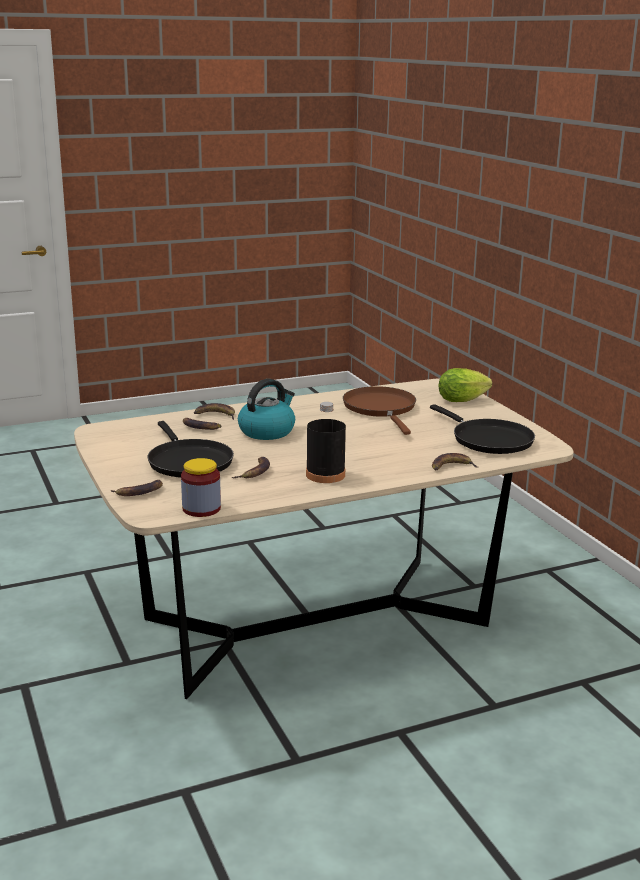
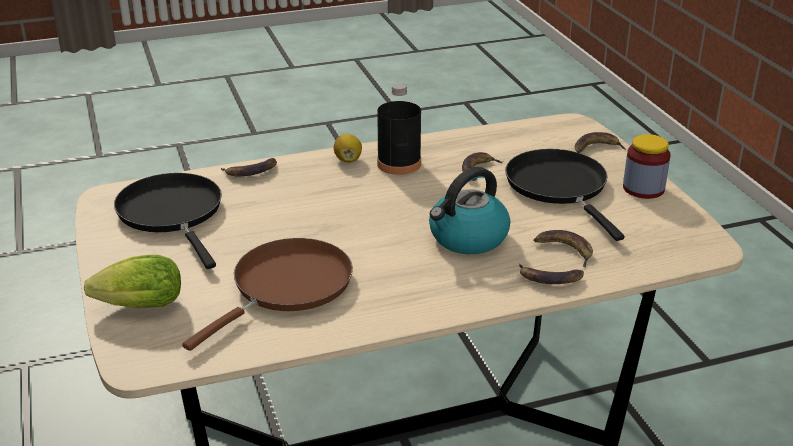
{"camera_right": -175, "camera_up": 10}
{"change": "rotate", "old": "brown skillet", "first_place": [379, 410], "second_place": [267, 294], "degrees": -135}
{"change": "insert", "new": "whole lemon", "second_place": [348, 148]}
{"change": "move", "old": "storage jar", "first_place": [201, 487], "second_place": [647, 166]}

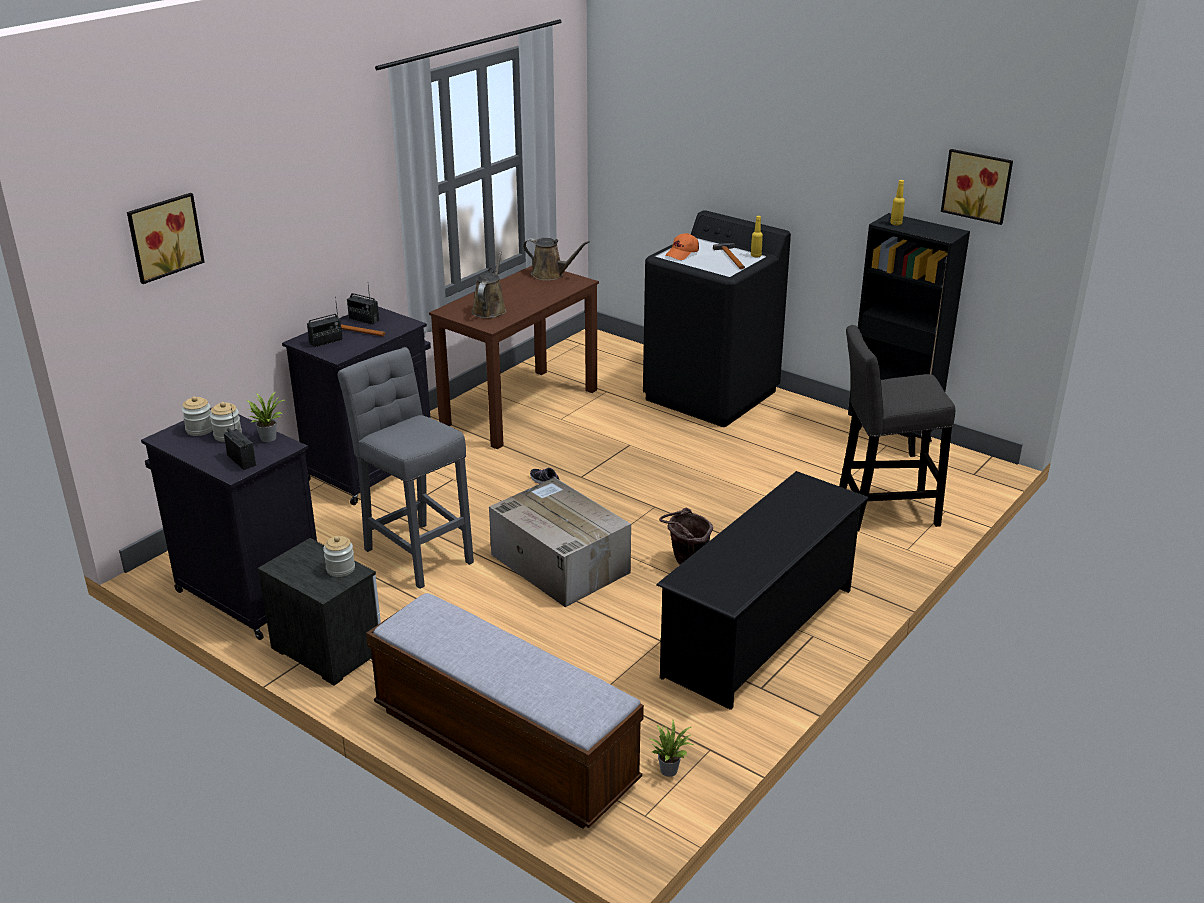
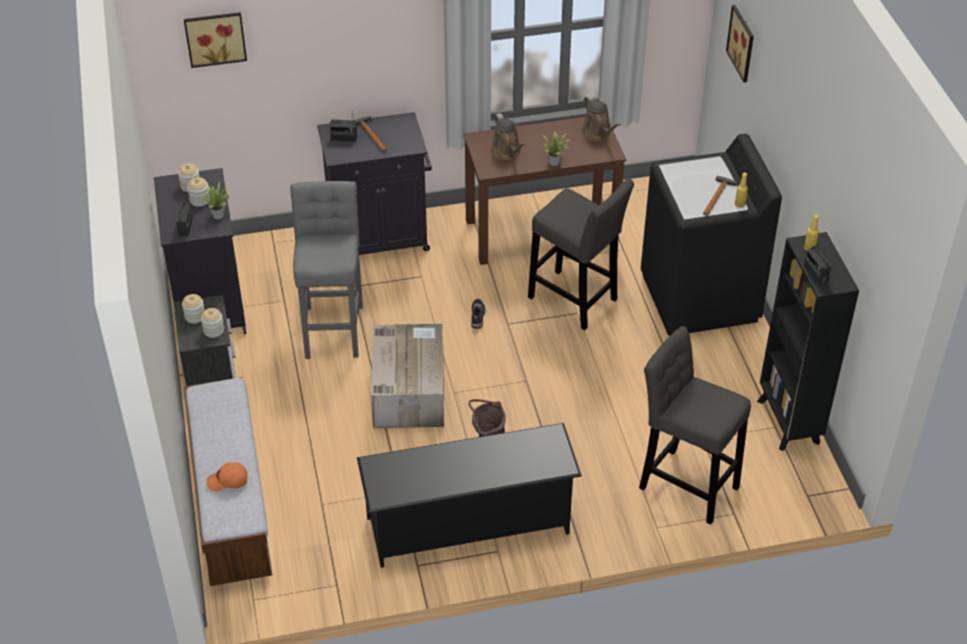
{"camera_right": 40, "camera_up": 15}
{"change": "insert", "new": "storage jar", "second_place": [193, 309]}
{"change": "move", "old": "orange cap", "first_place": [682, 246], "second_place": [226, 477]}
{"change": "rotate", "old": "brown watering can", "first_place": [489, 285], "second_place": [508, 136], "degrees": 105}
{"change": "insert", "new": "gray stool seat", "second_place": [581, 254]}
{"change": "move", "old": "plant in a pot", "first_place": [671, 748], "second_place": [556, 149]}
{"change": "move", "old": "picture", "first_place": [977, 187], "second_place": [740, 43]}
{"change": "move", "old": "radio set", "first_place": [363, 305], "second_place": [817, 265]}

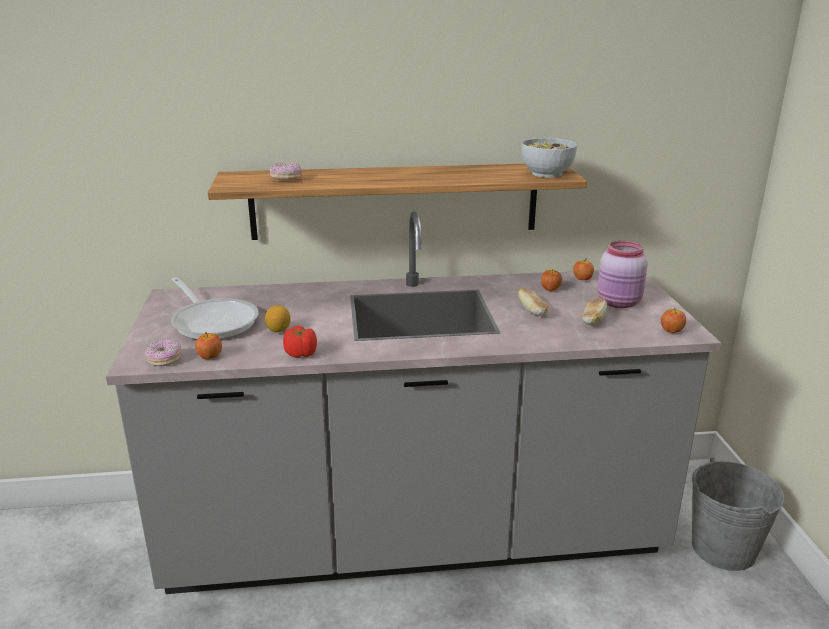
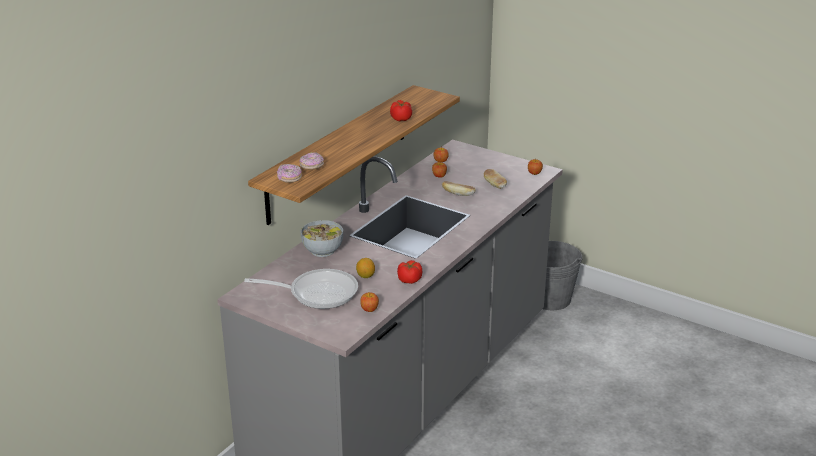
{"camera_right": -50, "camera_up": 5}
{"change": "move", "old": "doughnut", "first_place": [163, 352], "second_place": [289, 173]}
{"change": "move", "old": "deep dish", "first_place": [549, 158], "second_place": [322, 238]}
{"change": "insert", "new": "fresh tomato", "second_place": [401, 110]}
{"change": "delete", "old": "pink-coloured storage jar", "first_place": [622, 274]}

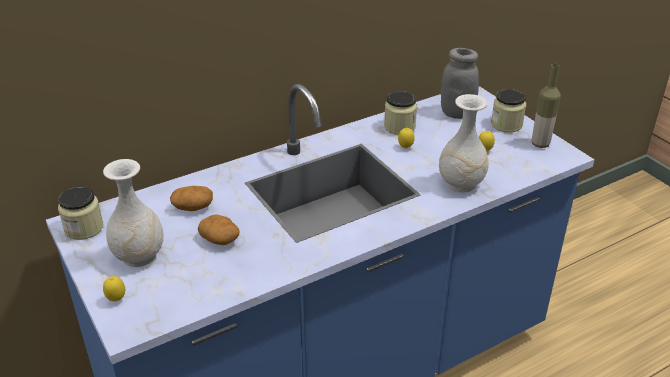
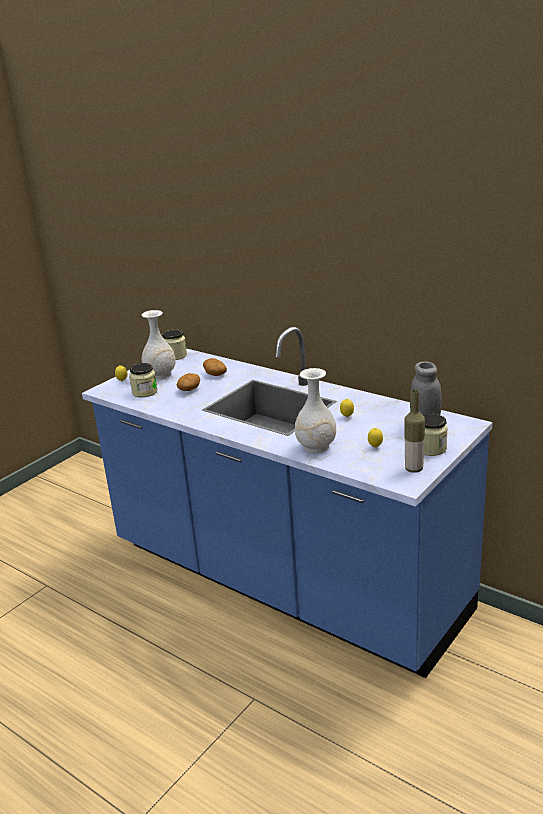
{"camera_right": 70, "camera_up": -10}
{"change": "move", "old": "storage jar", "first_place": [400, 113], "second_place": [143, 380]}

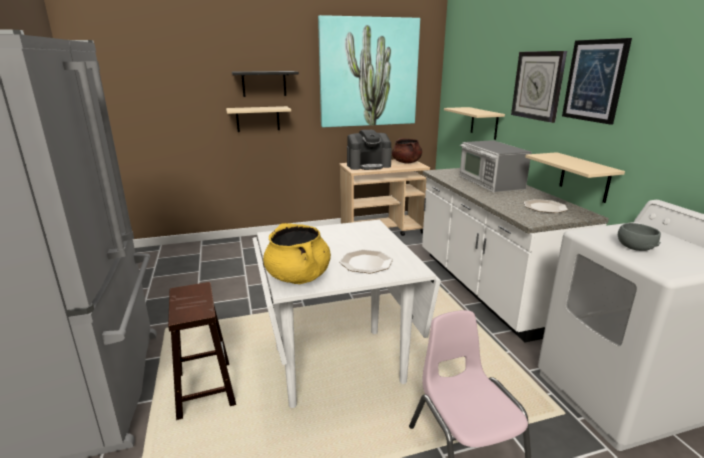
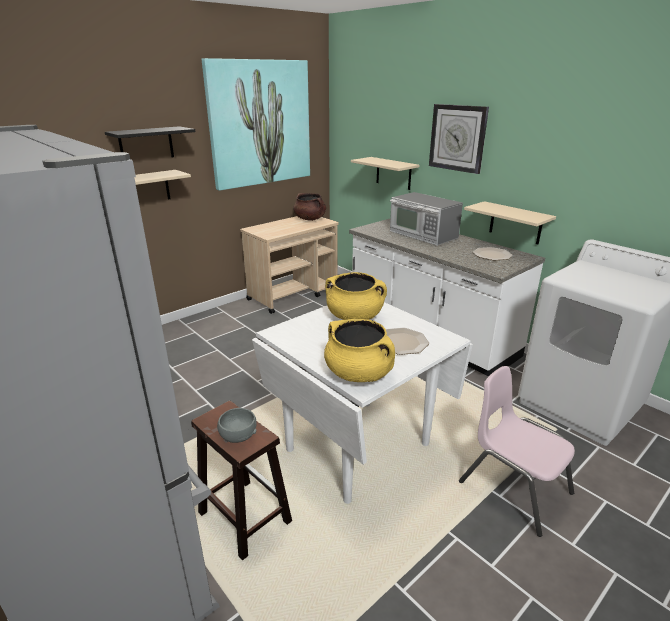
{"camera_right": -25, "camera_up": 5}
{"change": "move", "old": "gray deep dish", "first_place": [639, 237], "second_place": [237, 425]}
{"change": "insert", "new": "yellow-coloured stockpot", "second_place": [356, 296]}
{"change": "delete", "old": "coffee brewer", "first_place": [369, 150]}
{"change": "delete", "old": "picture", "first_place": [597, 81]}

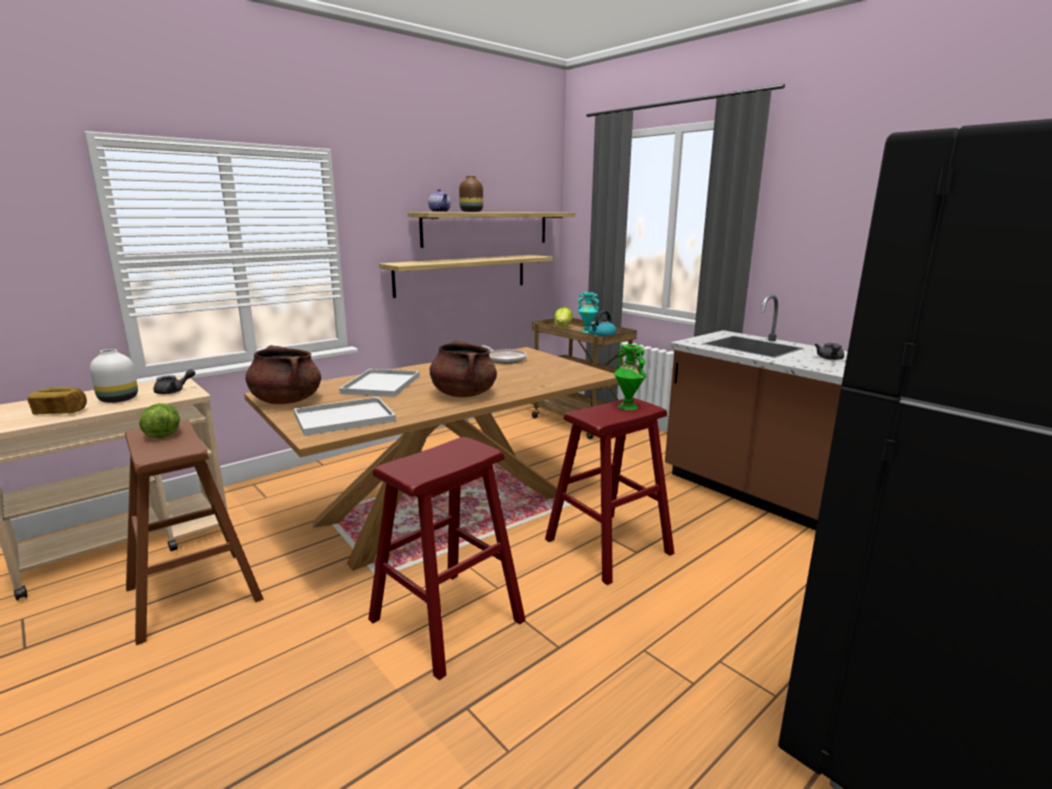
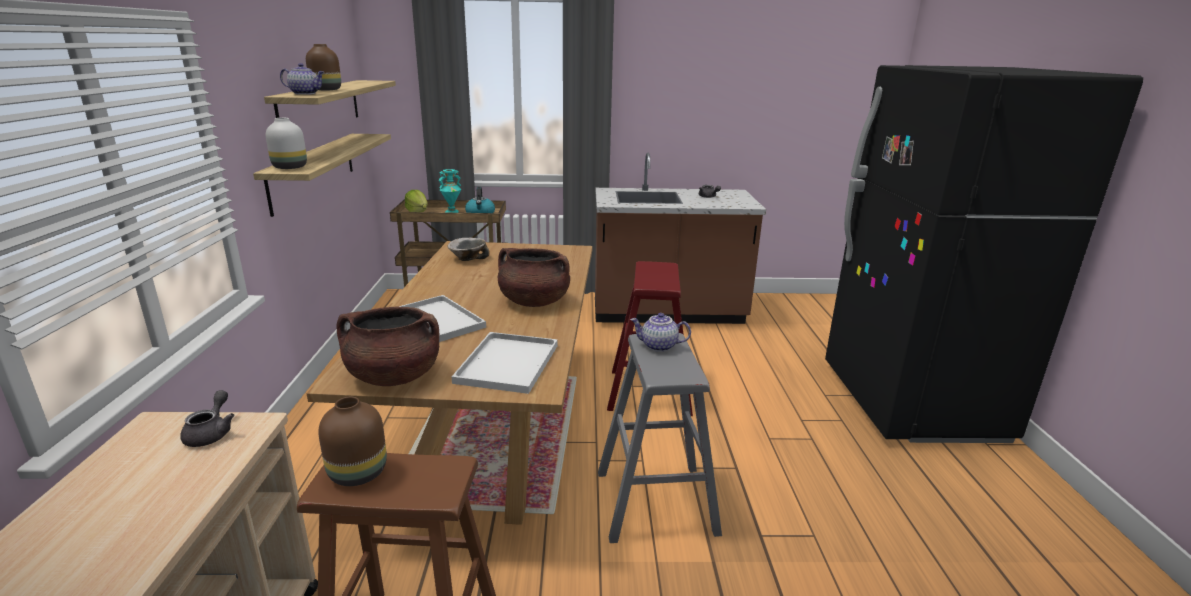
{"camera_right": -50, "camera_up": 5}
{"change": "move", "old": "white-coloured decorative vase", "first_place": [114, 376], "second_place": [286, 143]}
{"change": "replace", "old": "head of lettuce", "new": "brown decorative vase", "first_place": [159, 420], "second_place": [352, 441]}
{"change": "replace", "old": "skillet", "new": "deep dish", "first_place": [504, 354], "second_place": [468, 249]}
{"change": "recolor", "old": "reddish stool seat", "new": "gray stool seat", "first_place": [447, 558], "second_place": [660, 438]}
{"change": "insert", "new": "tea pot", "second_place": [660, 332]}
{"change": "delete", "old": "baked bread", "first_place": [57, 401]}
{"change": "delete", "old": "green-coloured decorative vase", "first_place": [630, 377]}

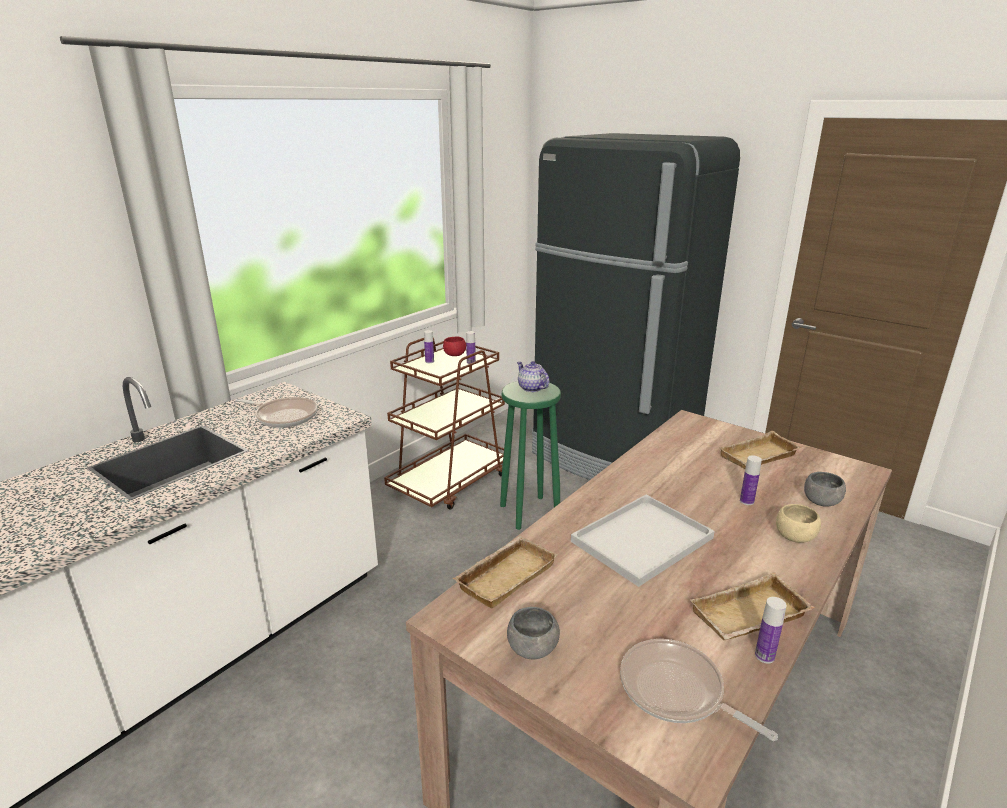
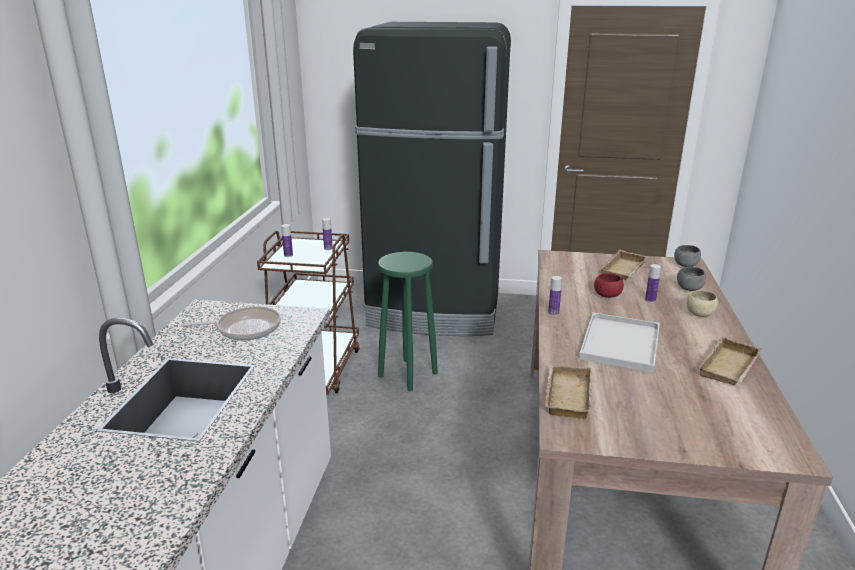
{"camera_right": -30, "camera_up": 0}
{"change": "move", "old": "beverage bottle", "first_place": [771, 630], "second_place": [555, 296]}
{"change": "move", "old": "reddish deep dish", "first_place": [454, 346], "second_place": [609, 285]}
{"change": "move", "old": "gray deep dish", "first_place": [533, 633], "second_place": [687, 256]}
{"change": "delete", "old": "tea pot", "first_place": [533, 376]}
{"change": "delete", "old": "skillet", "first_place": [699, 690]}

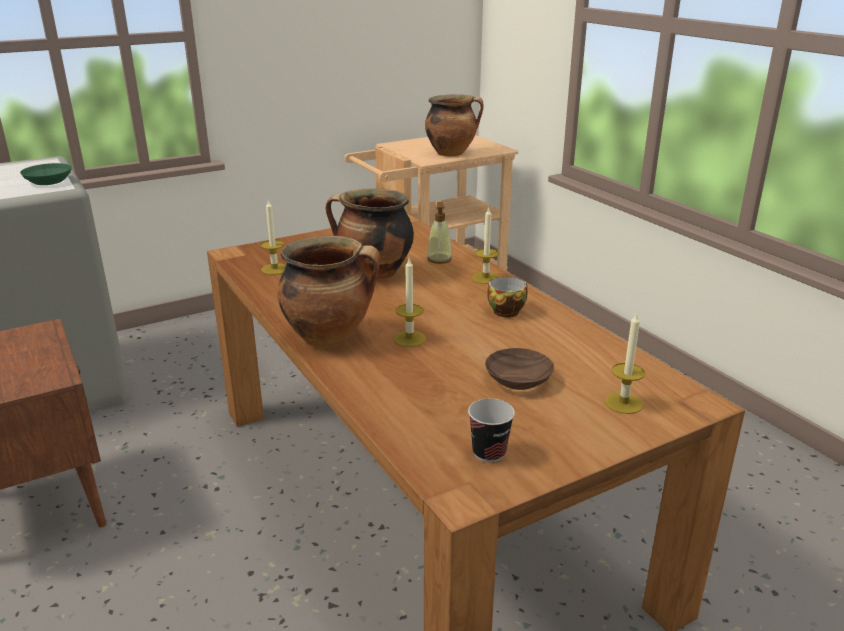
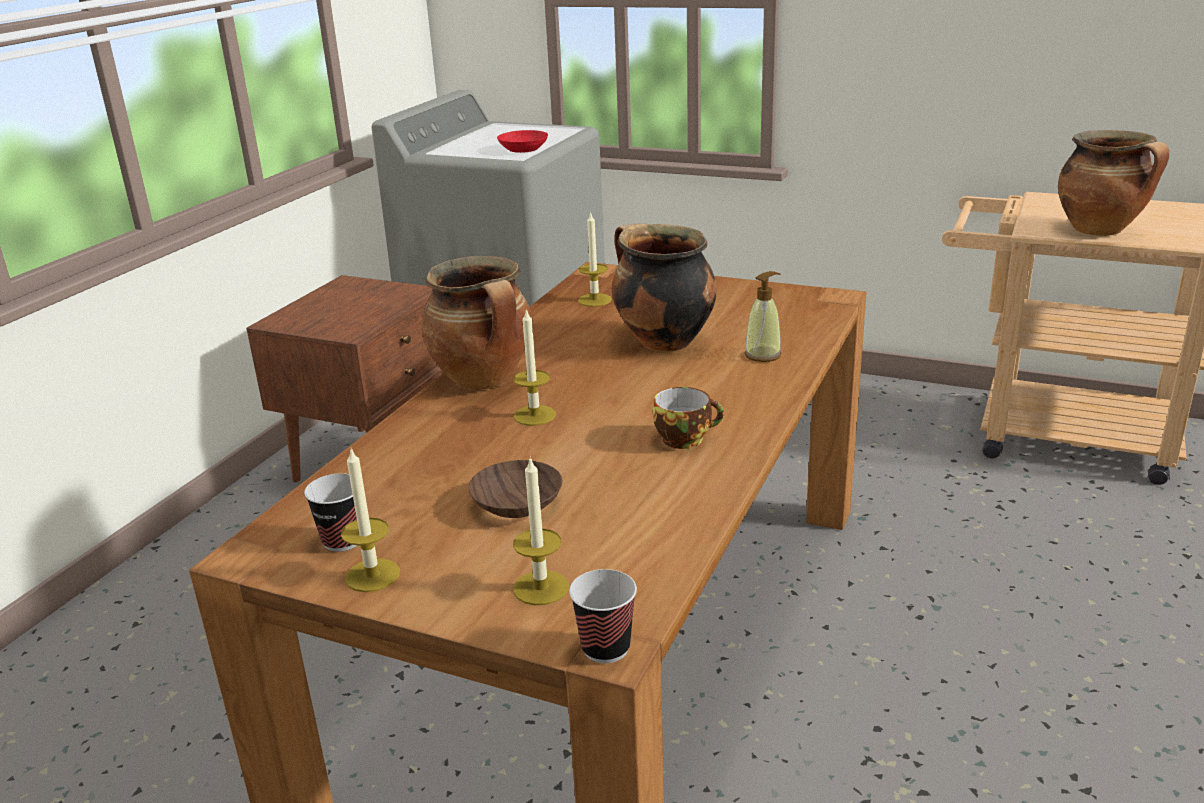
{"camera_right": 55, "camera_up": 0}
{"change": "move", "old": "wax candle", "first_place": [485, 245], "second_place": [370, 520]}
{"change": "recolor", "old": "green-coloured deep dish", "new": "reddish deep dish", "first_place": [46, 174], "second_place": [522, 141]}
{"change": "insert", "new": "drinking cup", "second_place": [603, 616]}

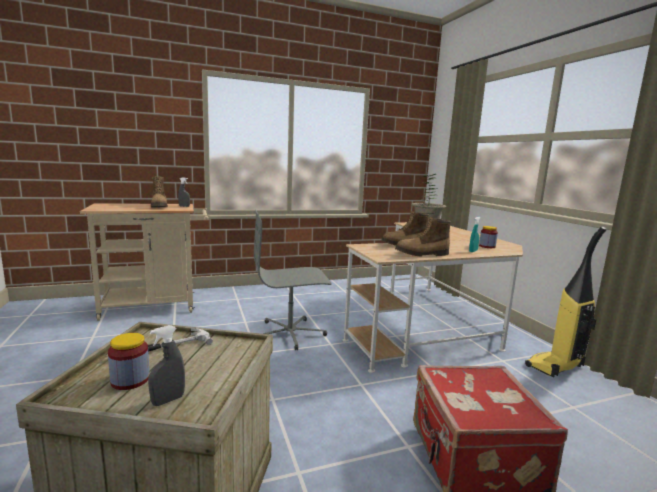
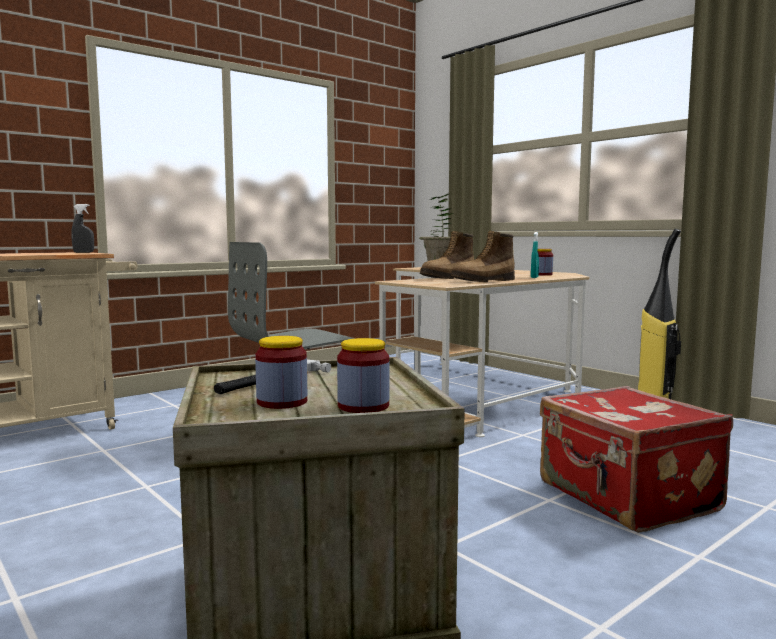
{"camera_right": -20, "camera_up": -5}
{"change": "replace", "old": "gray hand sprayer", "new": "storage jar", "first_place": [166, 365], "second_place": [363, 375]}
{"change": "delete", "old": "tall boot", "first_place": [159, 191]}

